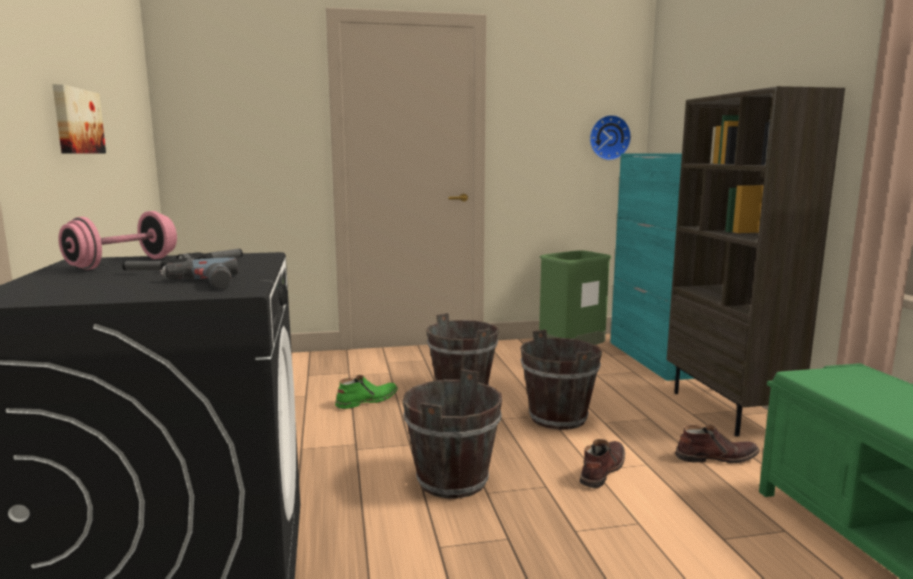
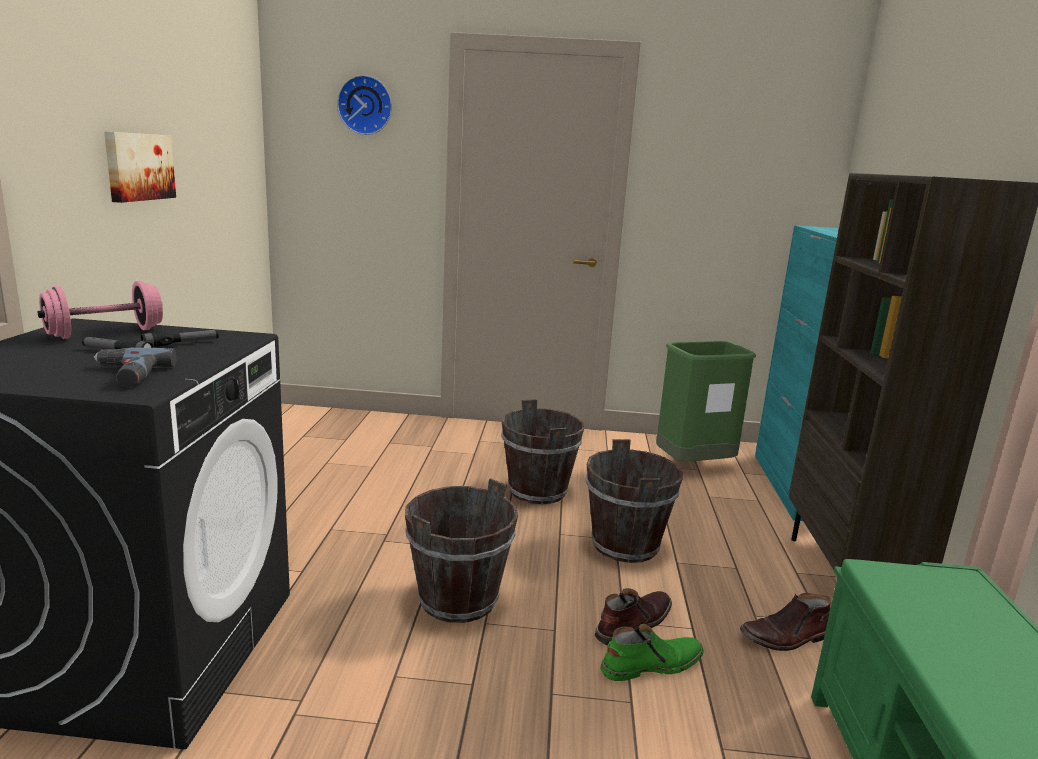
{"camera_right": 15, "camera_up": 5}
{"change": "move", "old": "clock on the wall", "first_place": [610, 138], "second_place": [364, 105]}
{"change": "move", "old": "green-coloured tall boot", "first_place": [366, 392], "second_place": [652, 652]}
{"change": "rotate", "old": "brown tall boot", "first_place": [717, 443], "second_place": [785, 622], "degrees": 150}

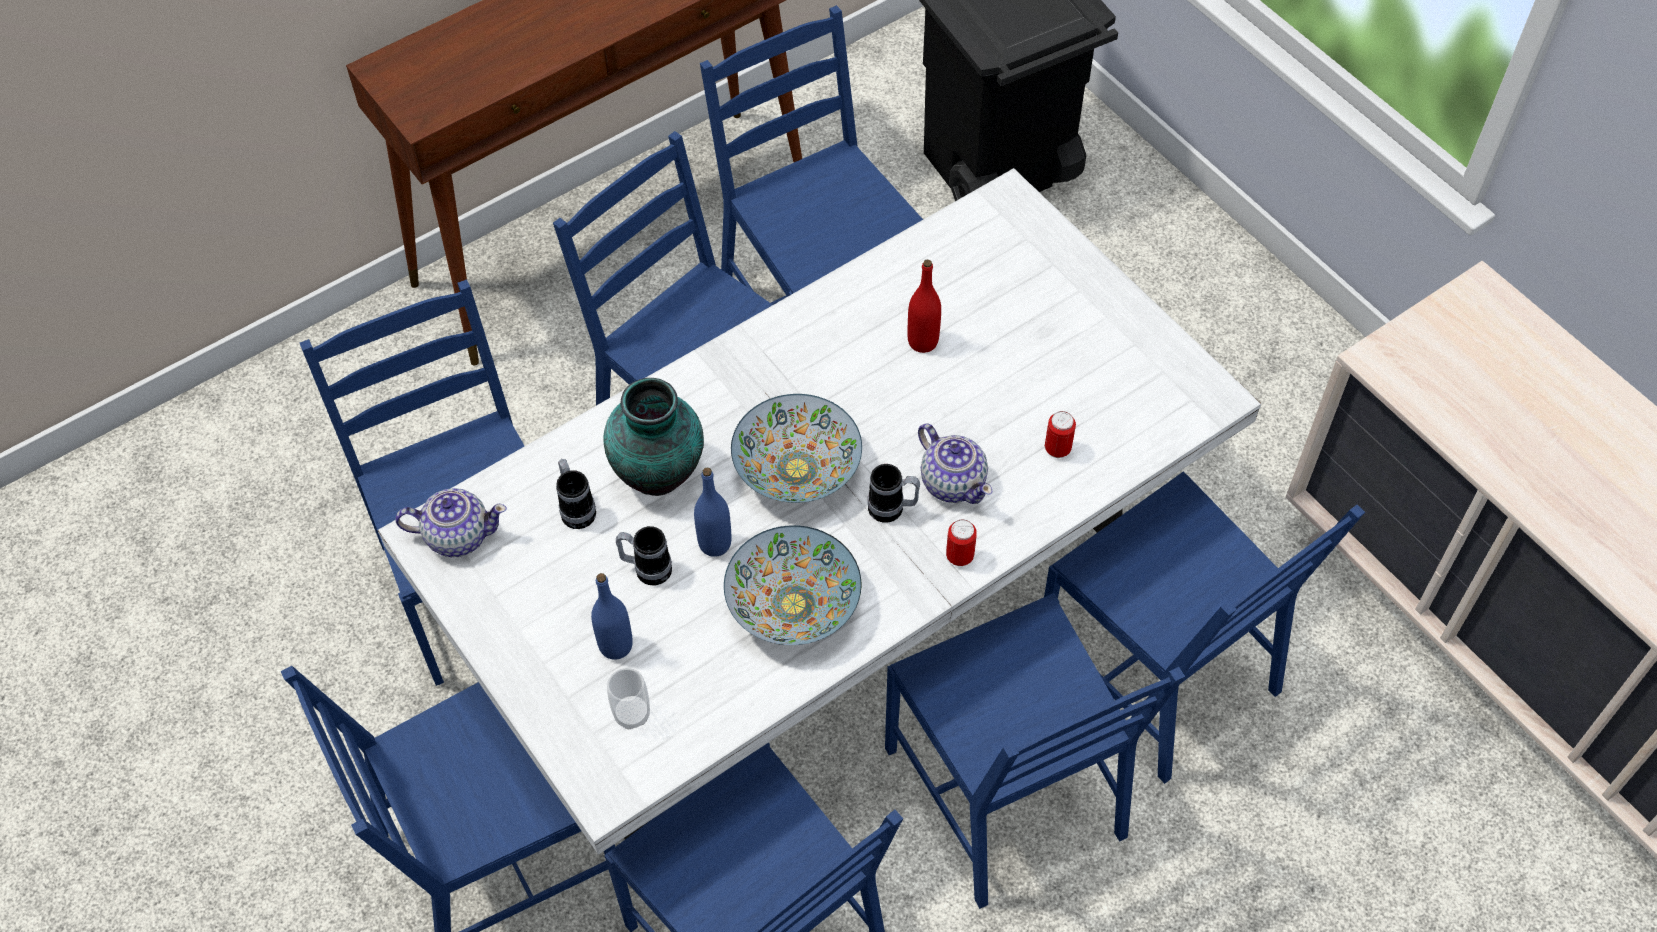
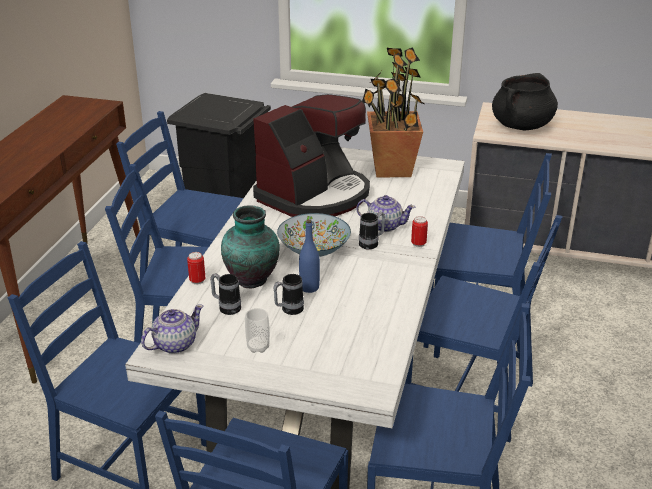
{"camera_right": -40, "camera_up": -25}
{"change": "move", "old": "metal can", "first_place": [1060, 434], "second_place": [196, 268]}
{"change": "move", "old": "drinking cup", "first_place": [628, 698], "second_place": [257, 330]}
{"change": "replace", "old": "reddish beverage bottle", "new": "coffee brewer", "first_place": [924, 306], "second_place": [311, 155]}
{"change": "insert", "new": "plant in a pot", "second_place": [393, 112]}
{"change": "insert", "new": "black stockpot", "second_place": [525, 101]}
{"change": "delete", "old": "blue beverage bottle", "first_place": [612, 616]}
{"change": "delete", "old": "deep dish", "first_place": [792, 585]}

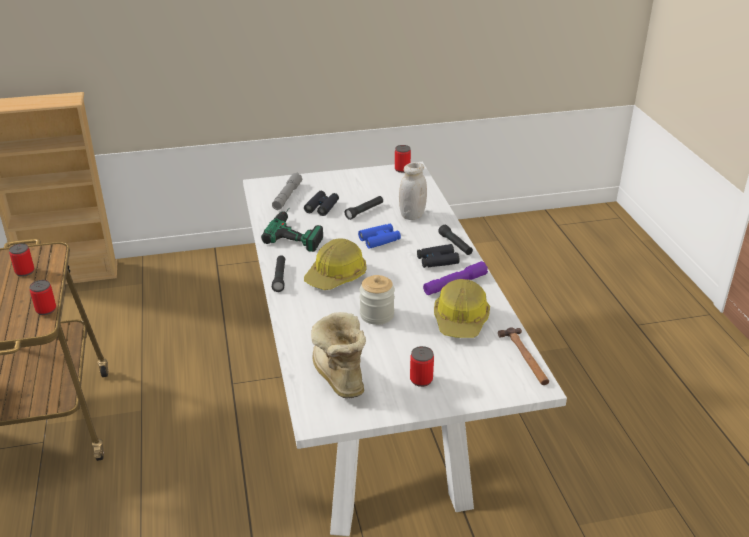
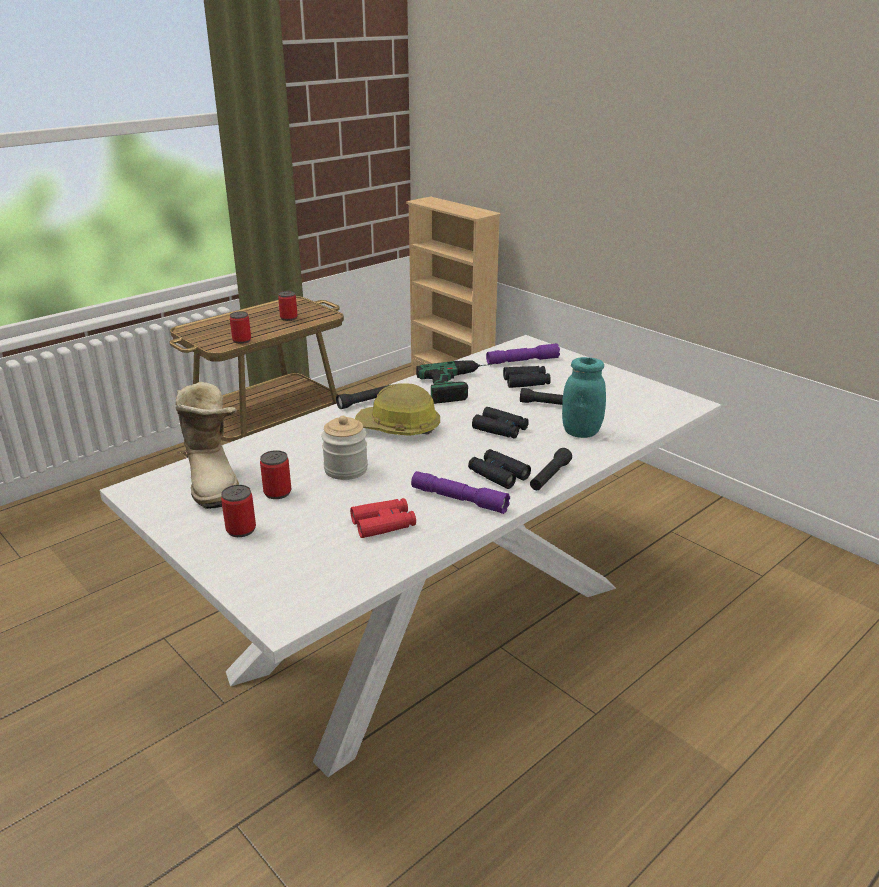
{"camera_right": 60, "camera_up": -5}
{"change": "rotate", "old": "tall boot", "first_place": [338, 355], "second_place": [207, 445], "degrees": 120}
{"change": "move", "old": "metal can", "first_place": [403, 159], "second_place": [275, 474]}
{"change": "replace", "old": "hard hat", "new": "reddish pair of binoculars", "first_place": [462, 308], "second_place": [383, 518]}
{"change": "recolor", "old": "blue pair of binoculars", "new": "black pair of binoculars", "first_place": [379, 236], "second_place": [500, 423]}
{"change": "recolor", "old": "gray hand torch", "new": "purple hand torch", "first_place": [287, 191], "second_place": [523, 353]}
{"change": "recolor", "old": "white-coloured storage jar", "new": "turquoise storage jar", "first_place": [413, 191], "second_place": [584, 397]}
{"change": "delete", "old": "tool hammer", "first_place": [523, 356]}

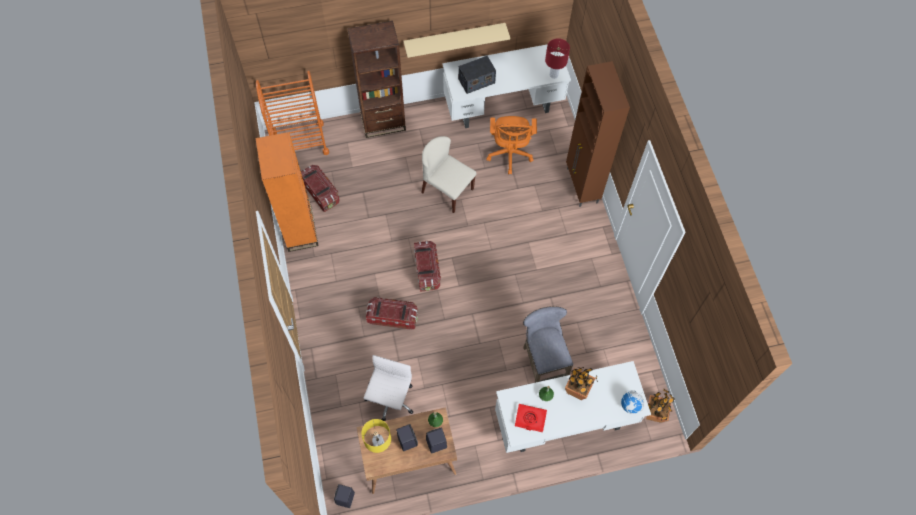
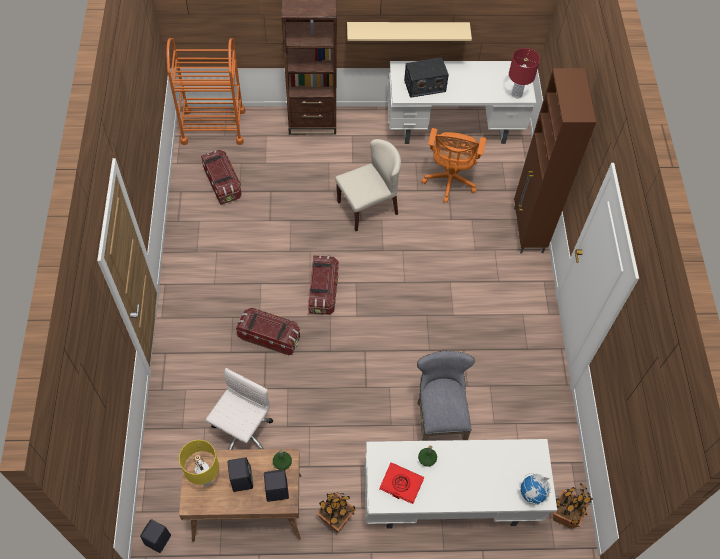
{"camera_right": 10, "camera_up": -5}
{"change": "move", "old": "plant in a pot", "first_place": [581, 383], "second_place": [336, 512]}
{"change": "rotate", "old": "beige-coloured plain chair", "first_place": [448, 174], "second_place": [368, 185], "degrees": 105}
{"change": "delete", "old": "orange bookcase", "first_place": [286, 192]}

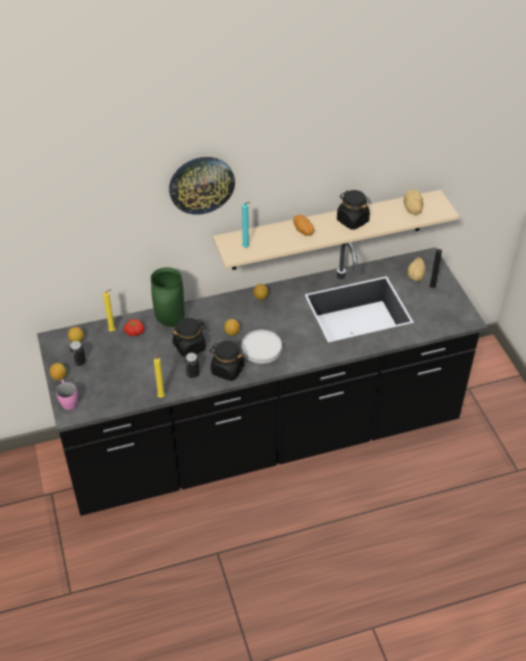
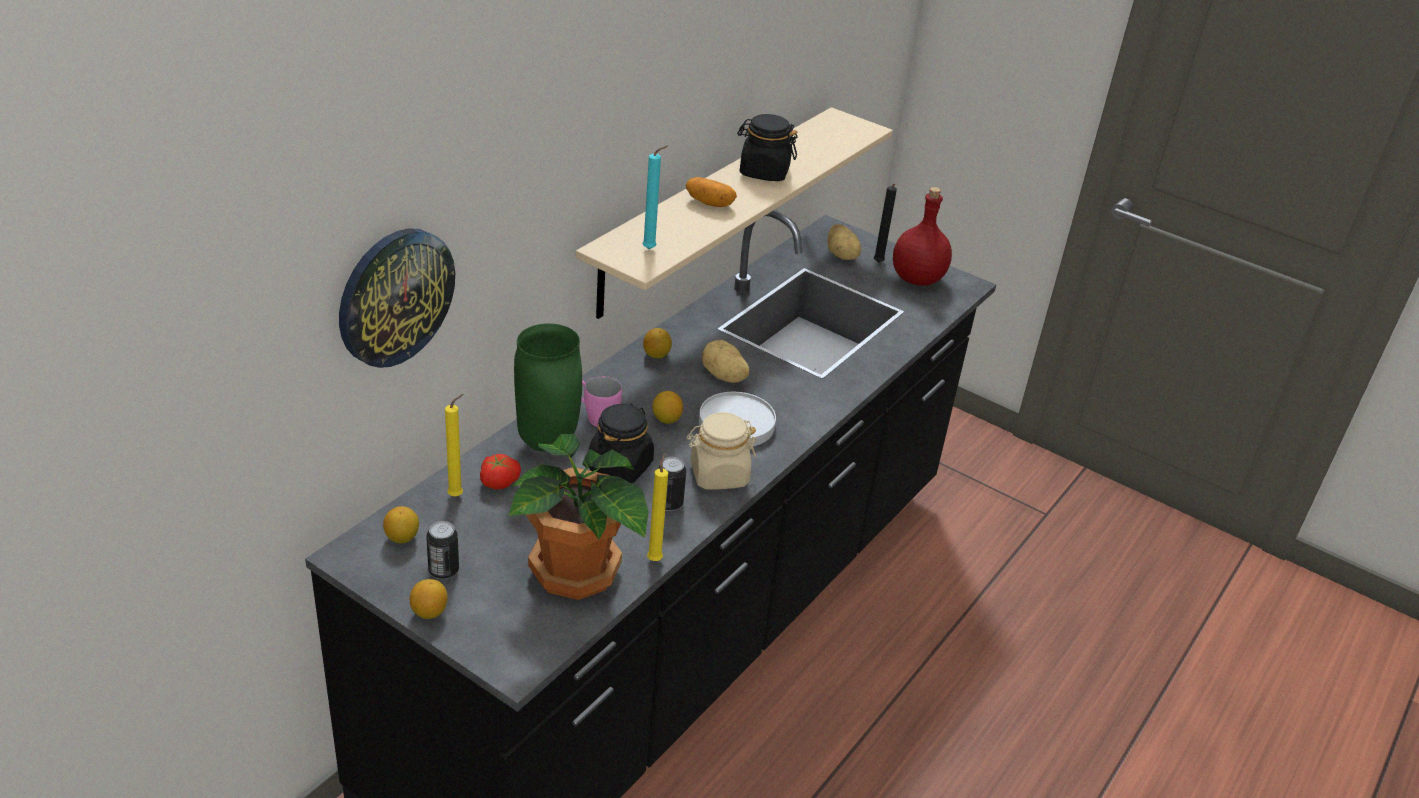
{"camera_right": -40, "camera_up": -10}
{"change": "move", "old": "clock on the wall", "first_place": [202, 186], "second_place": [397, 298]}
{"change": "insert", "new": "plant in a pot", "second_place": [578, 517]}
{"change": "move", "old": "pink-coloured tea mug", "first_place": [67, 394], "second_place": [601, 401]}
{"change": "recolor", "old": "black storage jar", "new": "beige-coloured storage jar", "first_place": [227, 361], "second_place": [722, 450]}
{"change": "move", "old": "spud", "first_place": [413, 202], "second_place": [725, 361]}
{"change": "insert", "new": "reddish beverage bottle", "second_place": [922, 236]}

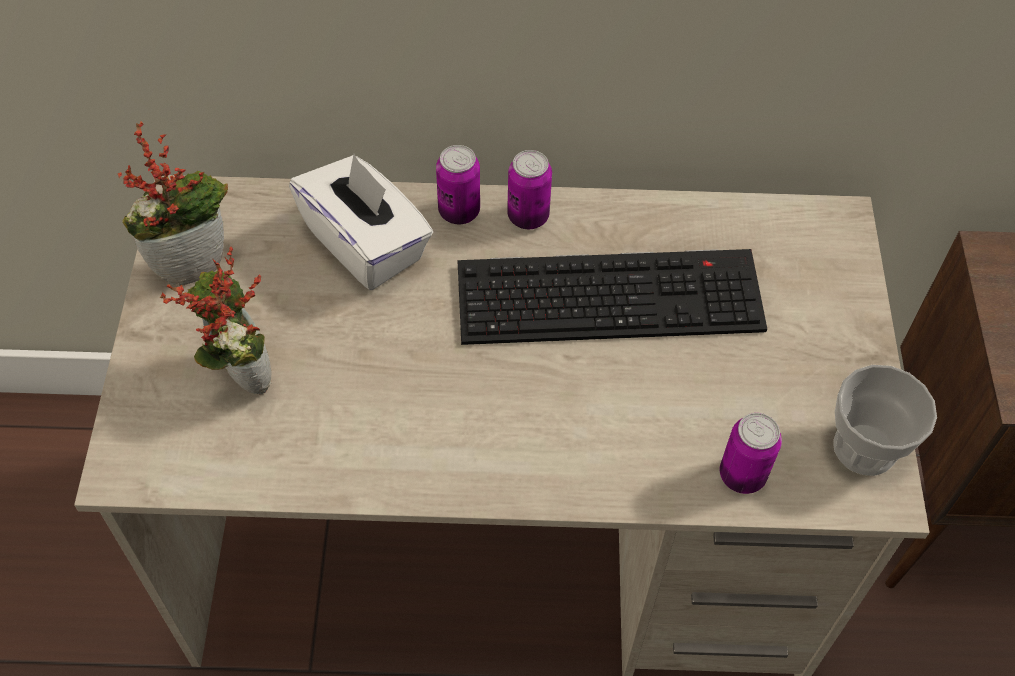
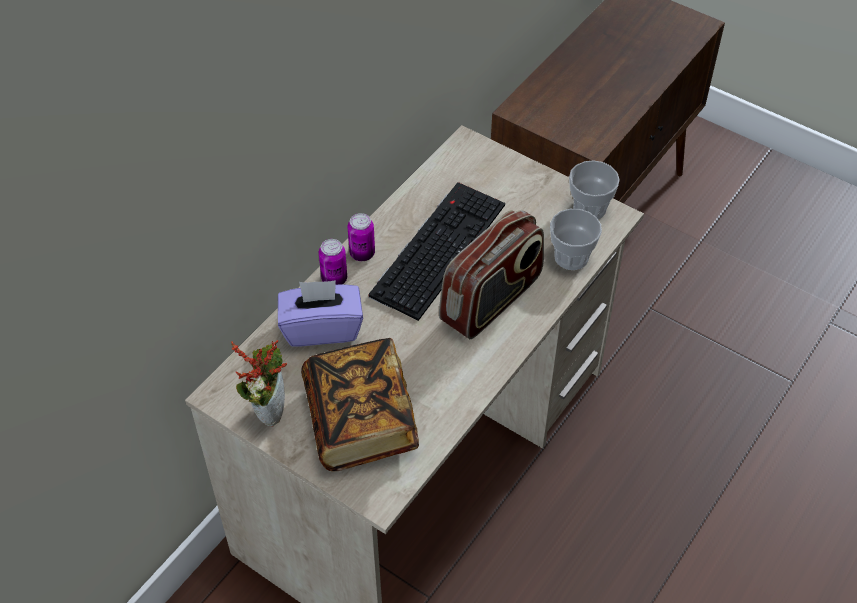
{"camera_right": -55, "camera_up": -5}
{"change": "recolor", "old": "white-coloured tissue box", "new": "purple tissue box", "first_place": [361, 222], "second_place": [320, 313]}
{"change": "replace", "old": "plant in a pot", "new": "bound book", "first_place": [216, 321], "second_place": [360, 404]}
{"change": "insert", "new": "radio set", "second_place": [491, 274]}
{"change": "replace", "old": "metal can", "new": "drinking cup", "first_place": [751, 453], "second_place": [576, 239]}

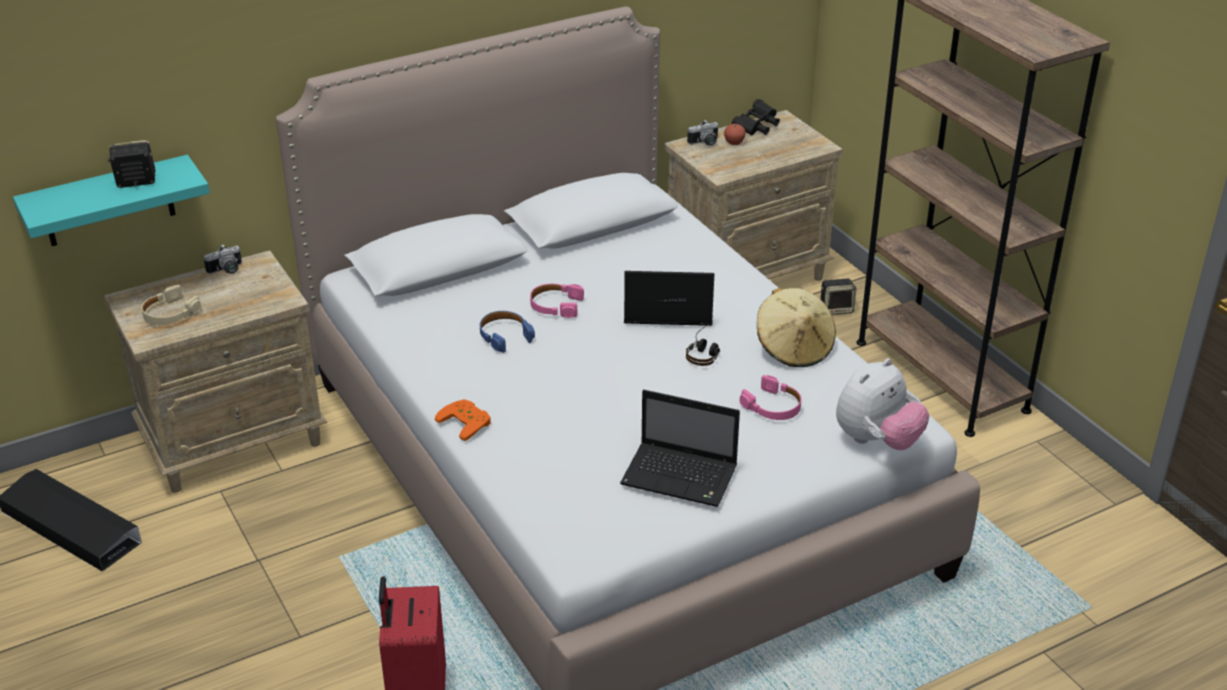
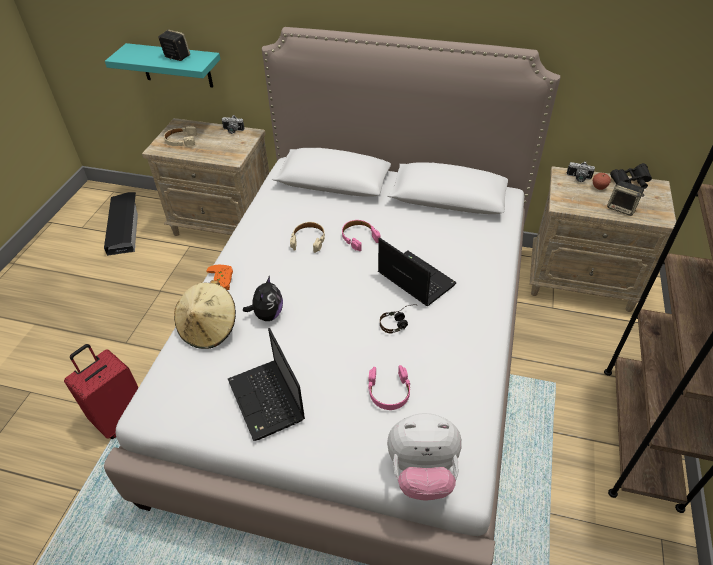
{"camera_right": 45, "camera_up": 10}
{"change": "move", "old": "beige-coloured clothing hat", "first_place": [796, 327], "second_place": [205, 314]}
{"change": "insert", "new": "cuddly toy", "second_place": [263, 298]}
{"change": "recolor", "old": "blue headphones", "new": "beige-coloured headphones", "first_place": [507, 332], "second_place": [307, 237]}
{"change": "move", "old": "loudspeaker", "first_place": [838, 297], "second_place": [625, 198]}

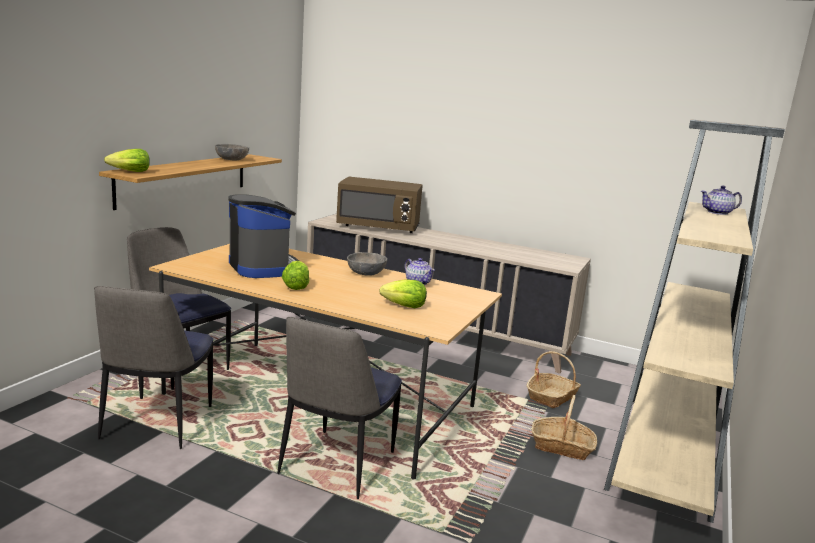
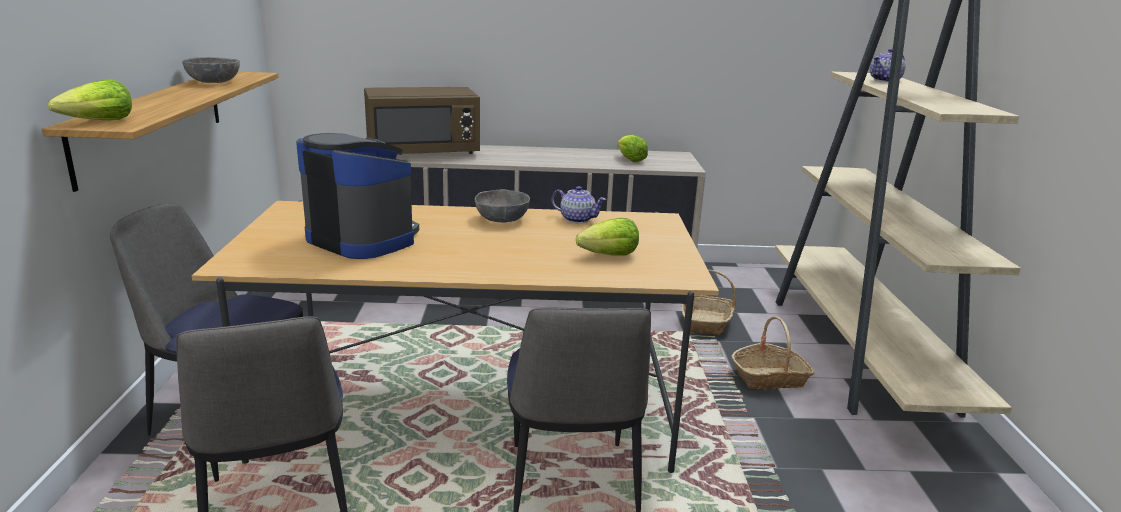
{"camera_right": -25, "camera_up": 5}
{"change": "move", "old": "head of lettuce", "first_place": [295, 275], "second_place": [632, 148]}

